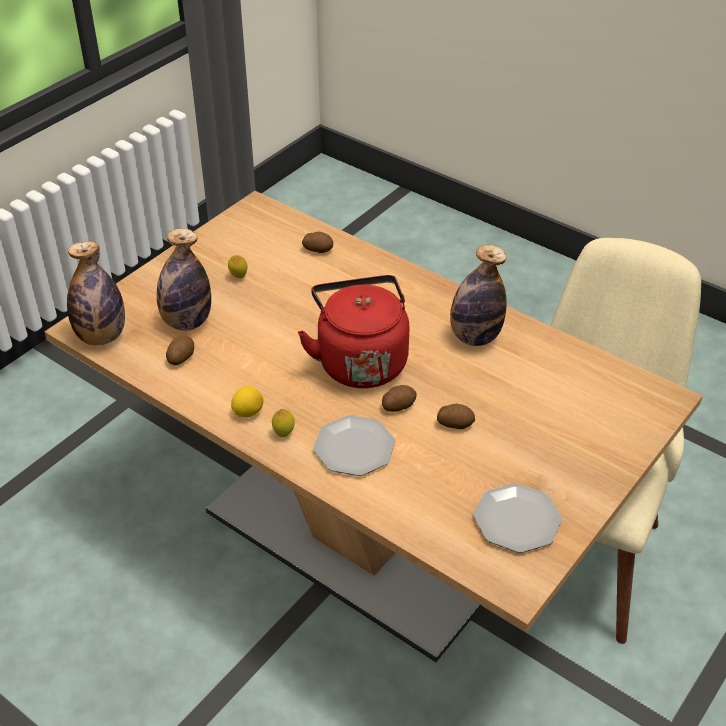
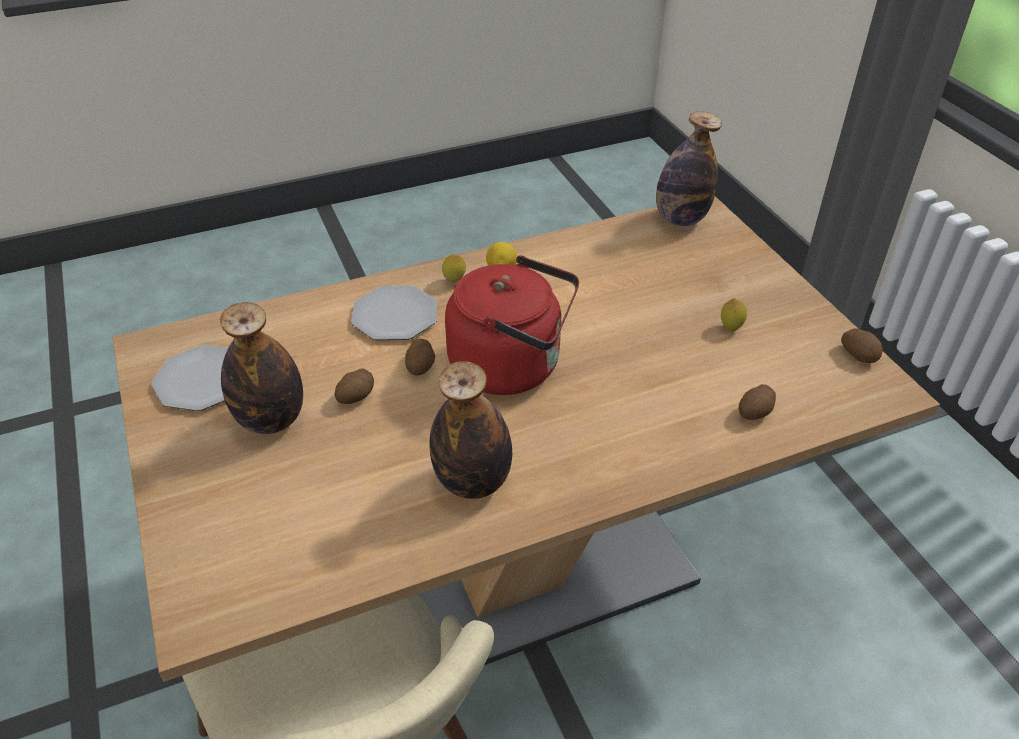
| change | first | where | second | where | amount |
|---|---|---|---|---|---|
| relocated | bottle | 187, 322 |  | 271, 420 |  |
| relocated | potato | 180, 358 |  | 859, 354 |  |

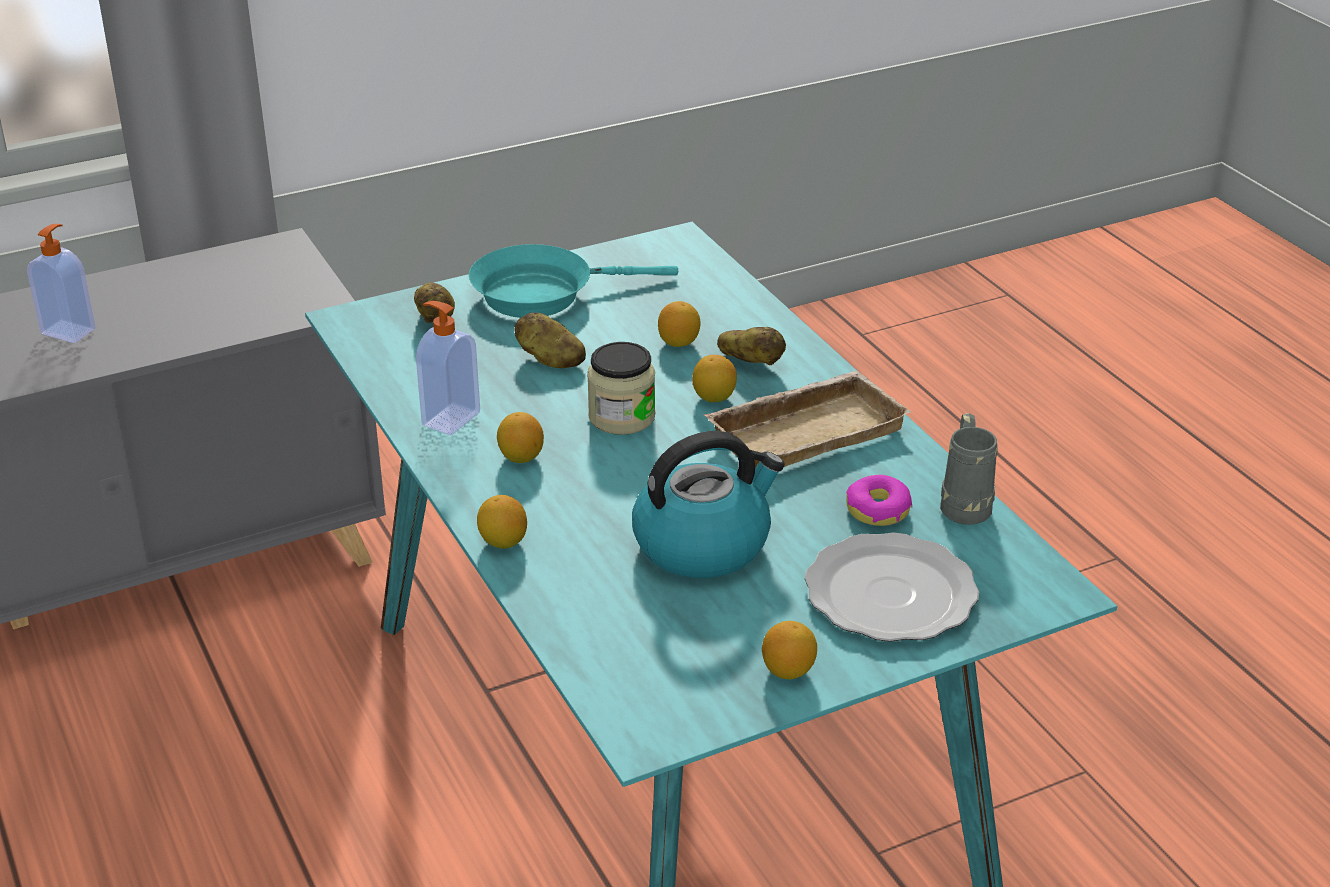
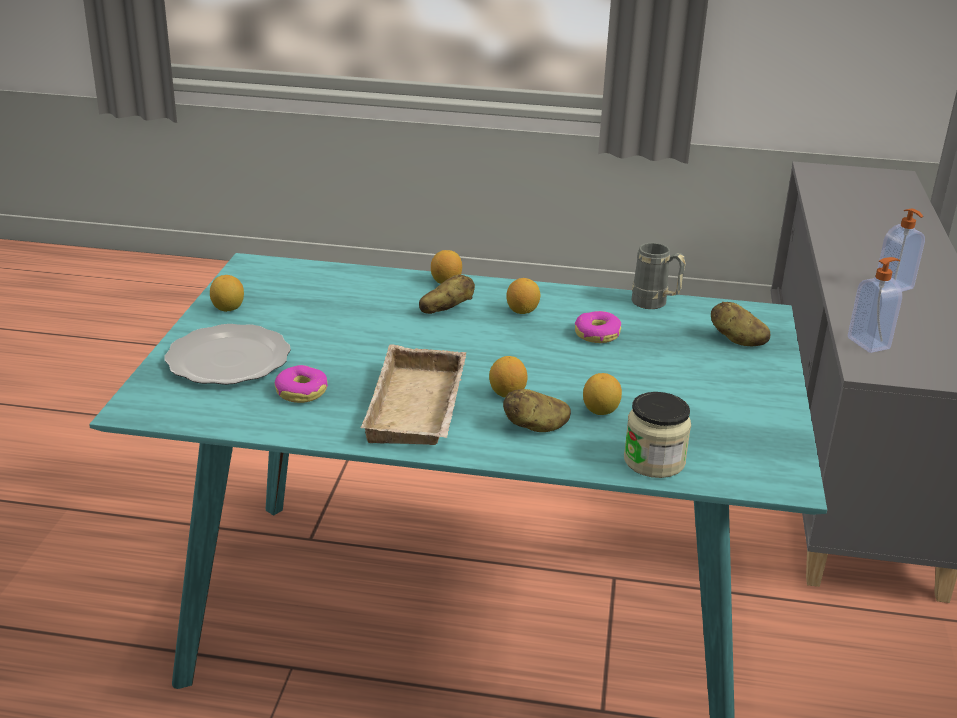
| change | first | where | second | where | amount |
|---|---|---|---|---|---|
| relocated | soap dispenser | 449, 418 |  | 869, 343 |  |
| missing | turquoise frying pan | 542, 293 |  |  |  |
| relocated | potato | 549, 360 |  | 446, 309 |  |
| relocated | jar | 621, 417 |  | 654, 461 |  |
| missing | kettle | 703, 544 |  |  |  |
| relocated | grey mug | 964, 503 |  | 655, 304 |  |
| appeared |  |  | donut | 596, 334 |  |

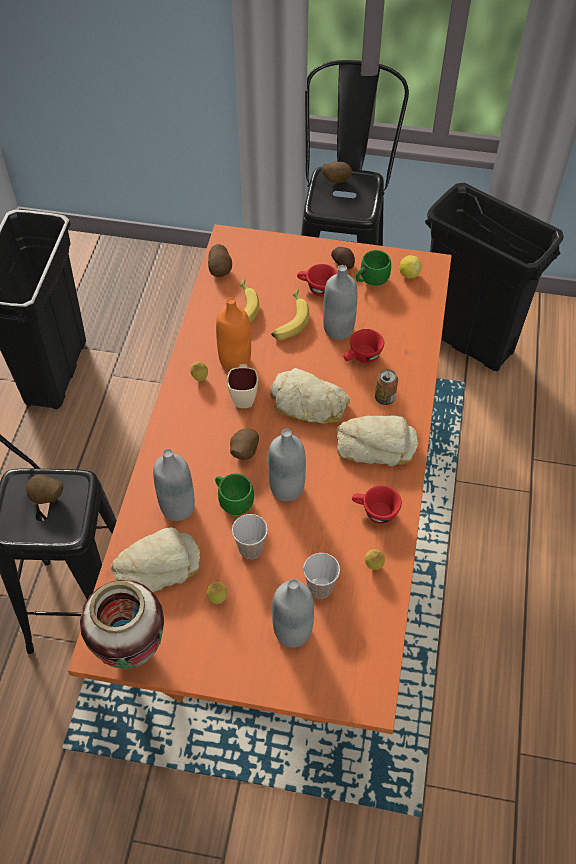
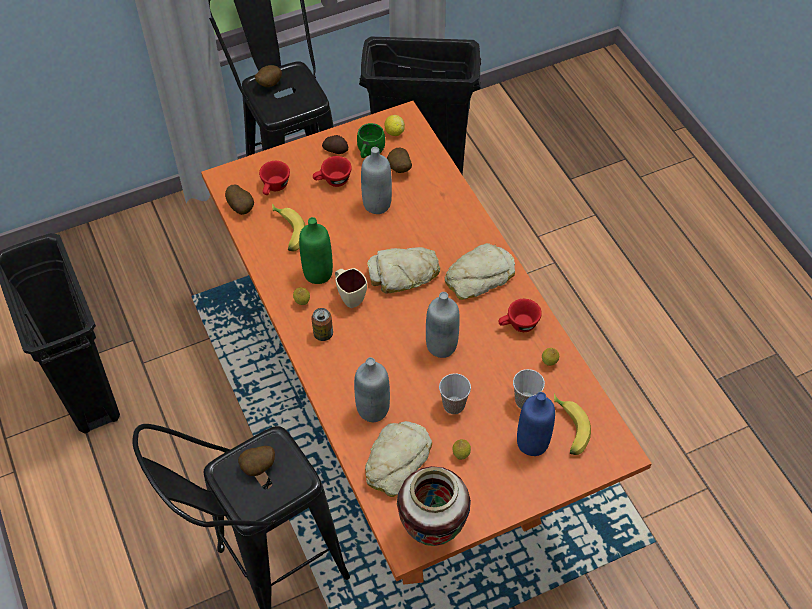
| change | first | where | second | where | amount |
|---|---|---|---|---|---|
| missing | green mug | 233, 501 |  |  |  |
| colour | orange bottle | 235, 361 | green bottle | 318, 273 |  |
| relocated | potato | 243, 453 |  | 399, 169 |  |
| relocated | banana | 289, 321 |  | 568, 428 |  |
| colour | grey bottle | 292, 631 | blue bottle | 532, 443 |  |
| relocated | red cup | 362, 358 |  | 274, 188 |  |
| relocated | can | 384, 398 |  | 323, 334 |  |

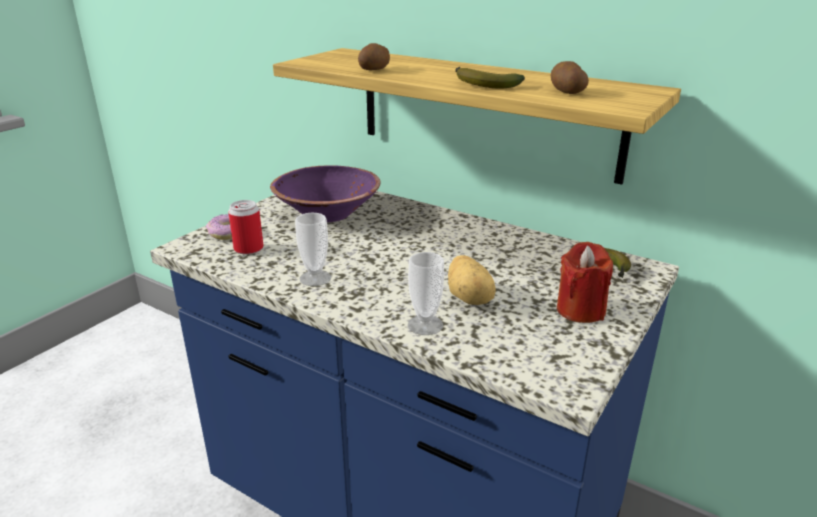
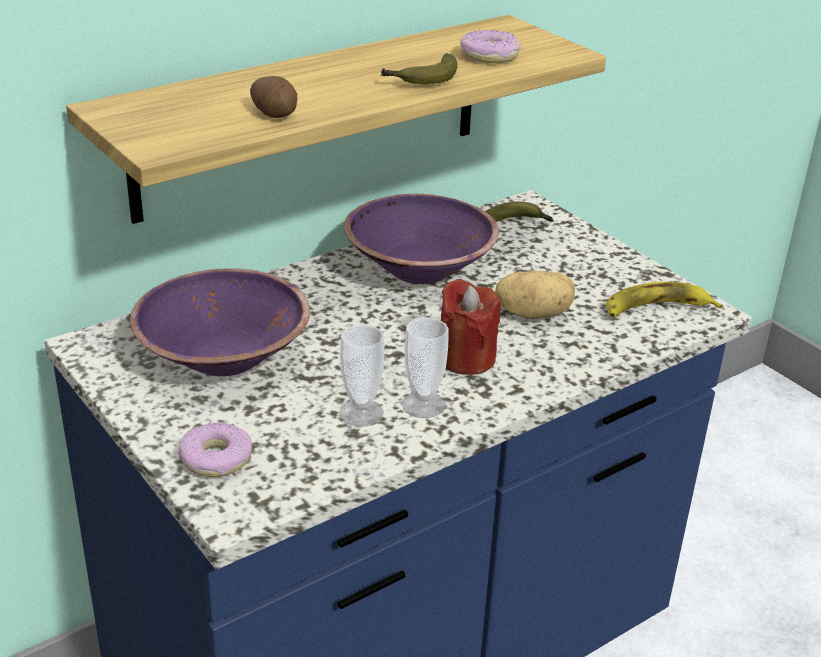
| change | first | where | second | where | amount |
|---|---|---|---|---|---|
| missing | can | 248, 249 |  |  |  |
| relocated | cup | 425, 325 |  | 361, 413 |  |
| exchanged | potato | 566, 91 | donut | 489, 56 |  |
| relocated | red candle | 580, 310 |  | 466, 358 |  |
| appeared |  |  | purple bowl | 419, 269 |  |
| appeared |  |  | banana | 656, 309 |  |

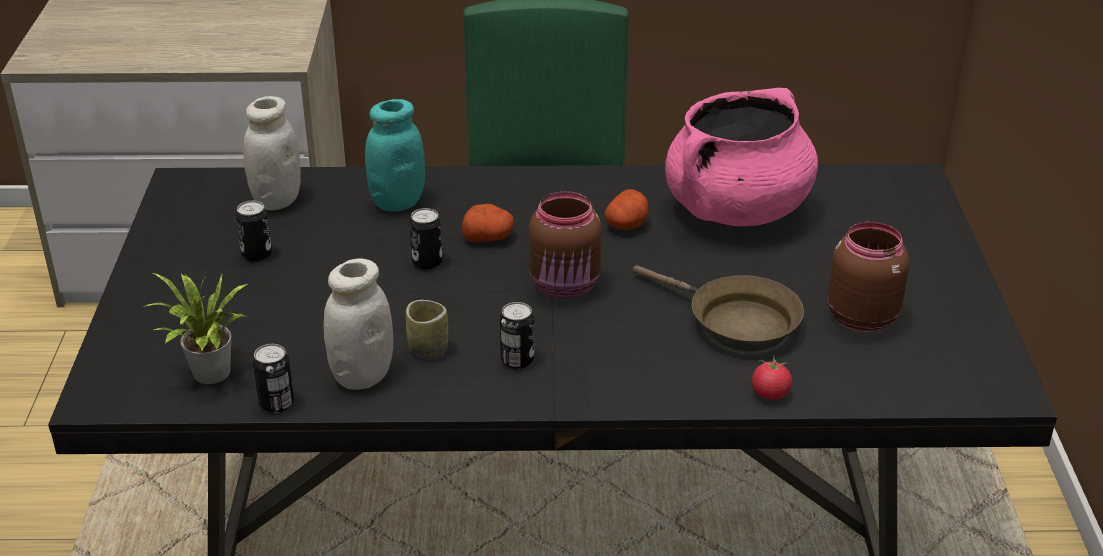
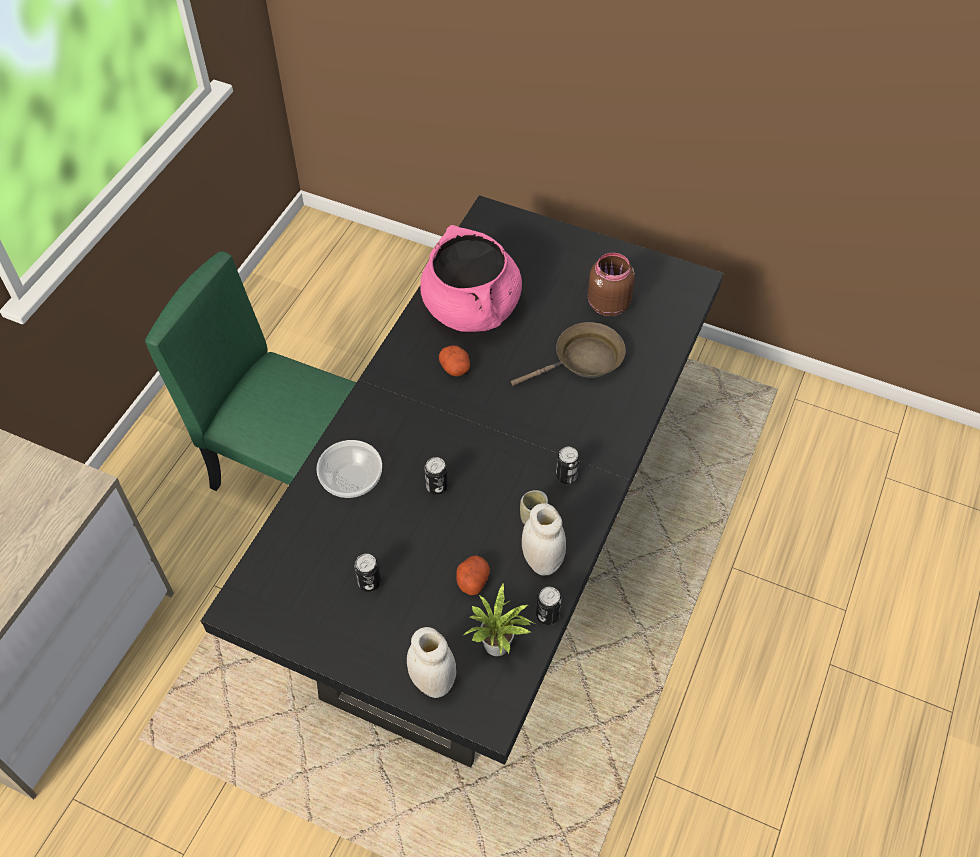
| change | first | where | second | where | amount |
|---|---|---|---|---|---|
| relocated | white jar | 276, 200 |  | 433, 681 |  |
| exchanged | turquoise jar | 397, 202 | bowl | 352, 479 |  |
| relocated | potato | 488, 237 |  | 472, 579 |  |
| missing | brown jar | 566, 286 |  |  |  |
| missing | tomato | 770, 394 |  |  |  |

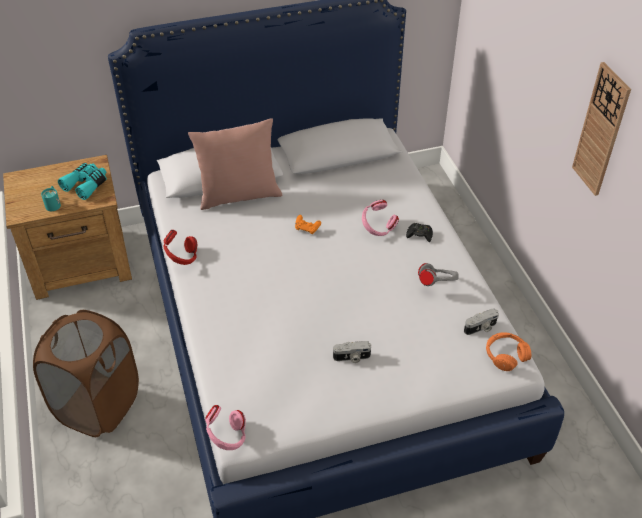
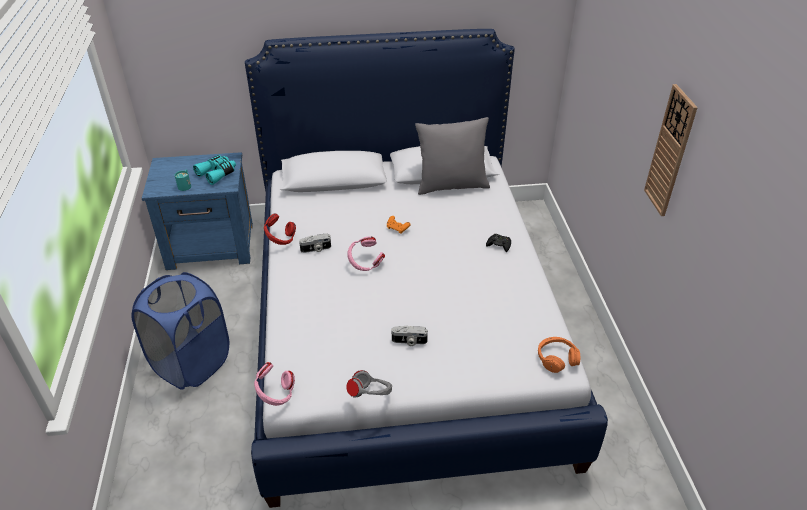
| change | first | where | second | where | amount |
|---|---|---|---|---|---|
| colour | brown nightstand | 82, 264 | blue nightstand | 212, 246 |  |
| colour | brown laundry basket | 98, 406 | blue laundry basket | 192, 363 |  |
| missing | pink pillow | 239, 195 |  |  |  |
| relocated | pink headphones | 378, 228 |  | 365, 264 |  |
| relocated | grey headphones | 437, 284 |  | 370, 395 |  |
| relocated | photo camera | 481, 328 |  | 316, 249 |  |
| appeared |  |  | grey pillow | 451, 185 |  |

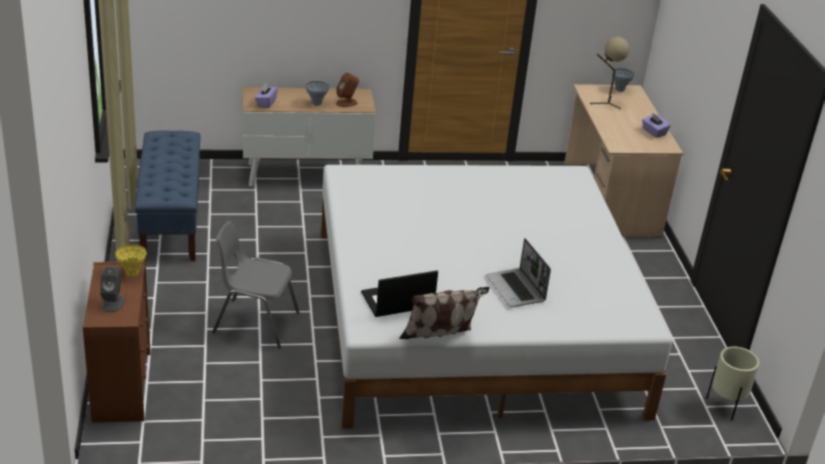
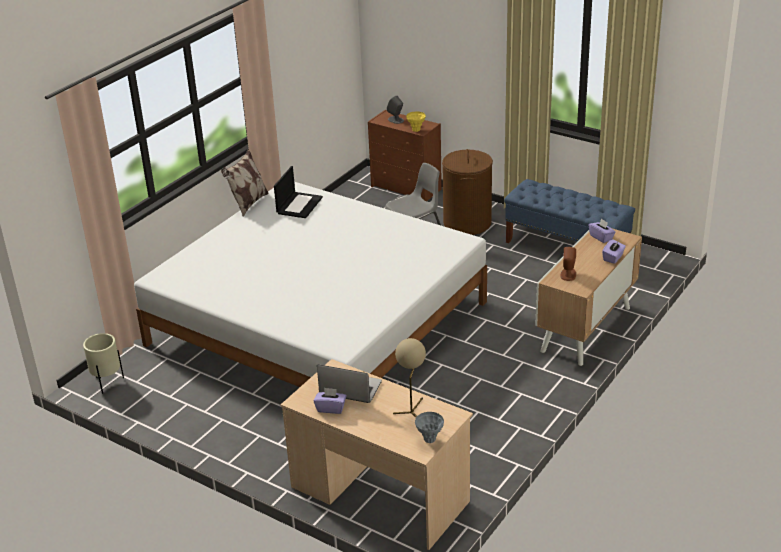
| change | first | where | second | where | amount |
|---|---|---|---|---|---|
| missing | grey vase | 316, 104 |  |  |  |
| relocated | laptop | 516, 289 |  | 349, 389 |  |
| appeared |  |  | brown laundry basket | 467, 223 |  |
| appeared |  |  | purple tissue box | 613, 258 |  |

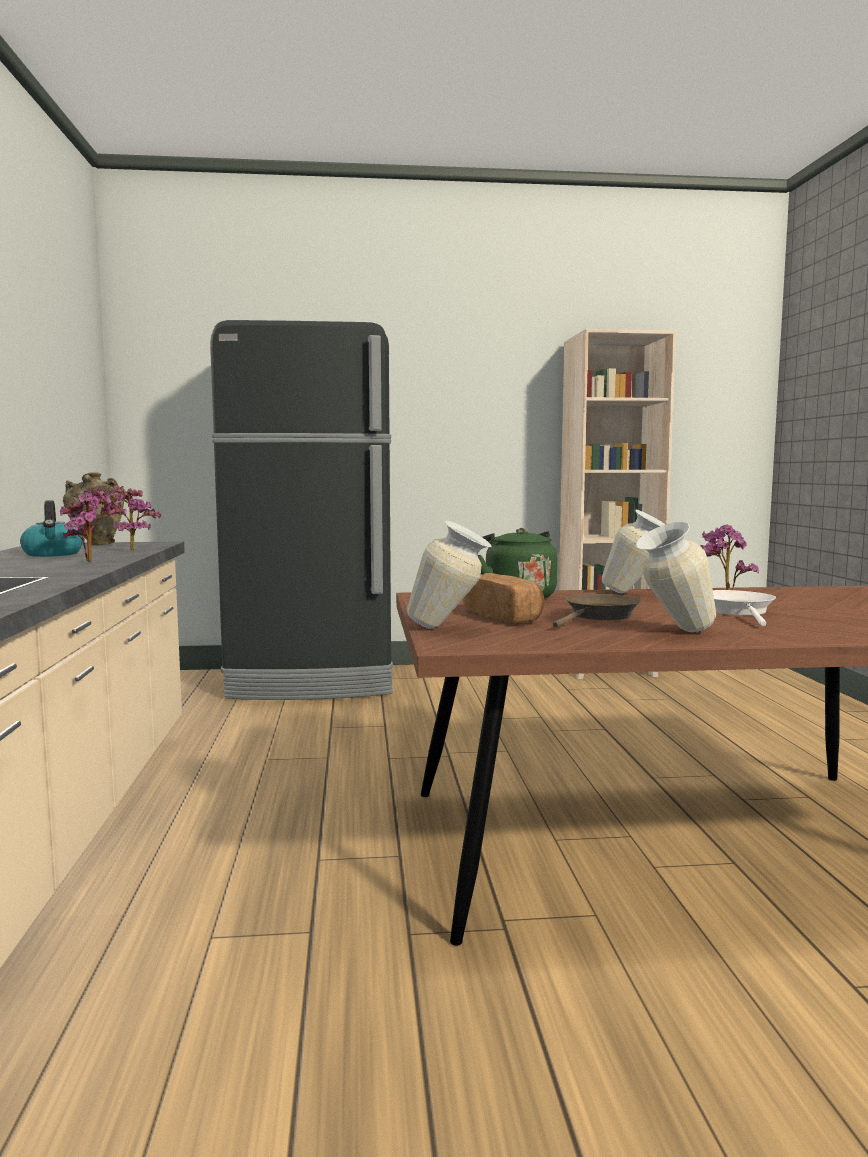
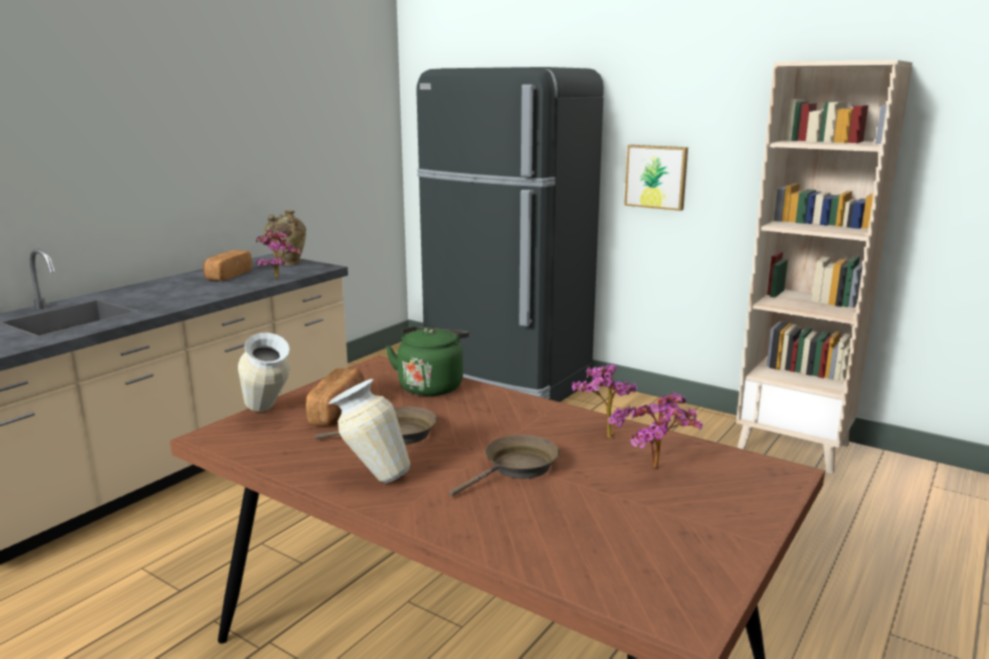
| change | first | where | second | where | amount |
|---|---|---|---|---|---|
| exchanged | kettle | 53, 554 | bread | 228, 276 |  |
| relocated | potted plant | 94, 562 |  | 659, 470 |  |
| missing | vase | 635, 594 |  |  |  |
| colour | white frying pan | 739, 612 | brown frying pan | 517, 468 |  |
| appeared |  |  | picture | 656, 176 |  |

